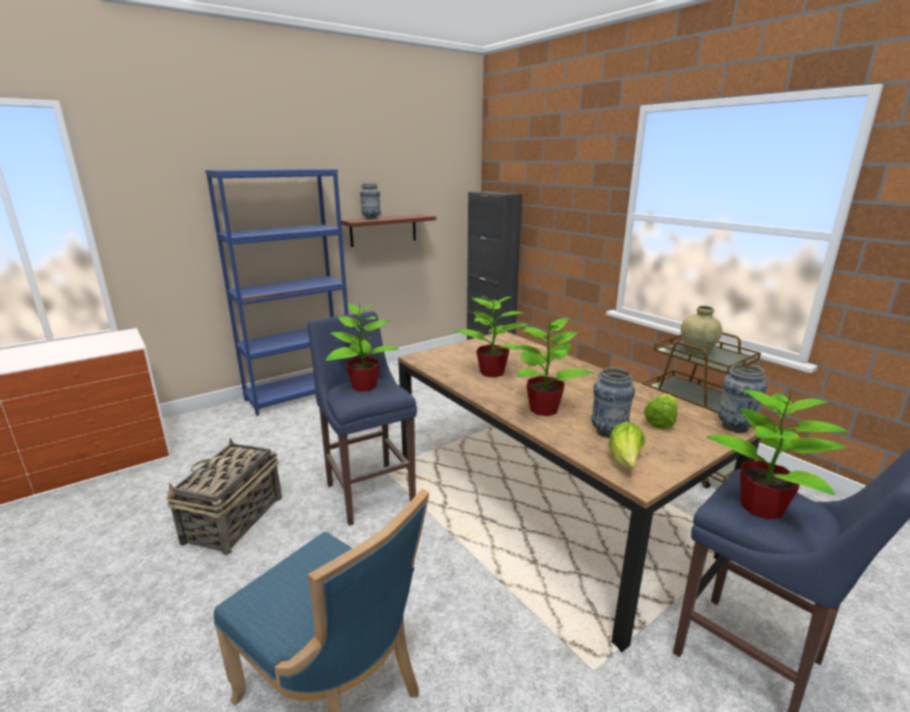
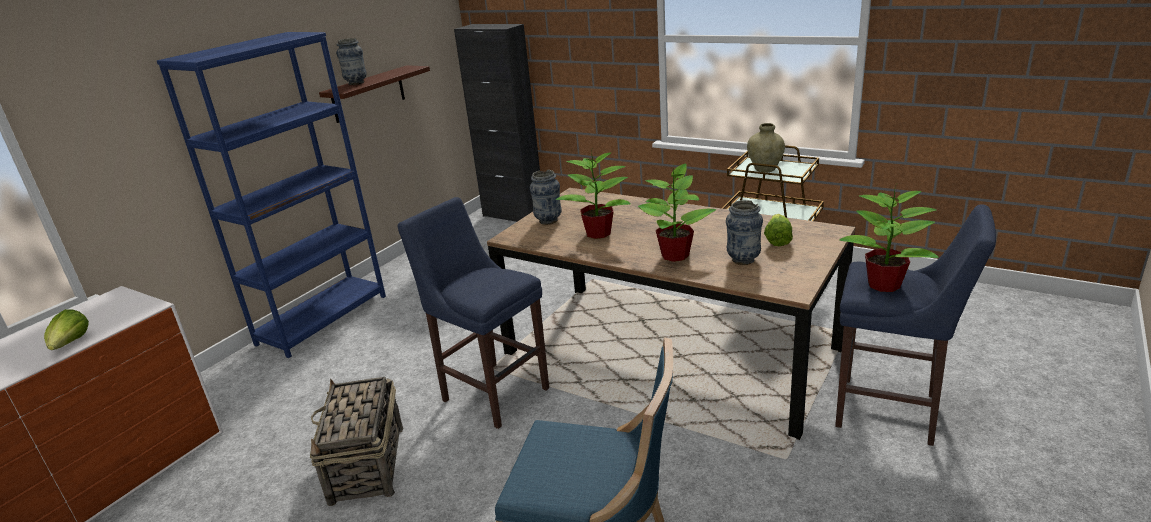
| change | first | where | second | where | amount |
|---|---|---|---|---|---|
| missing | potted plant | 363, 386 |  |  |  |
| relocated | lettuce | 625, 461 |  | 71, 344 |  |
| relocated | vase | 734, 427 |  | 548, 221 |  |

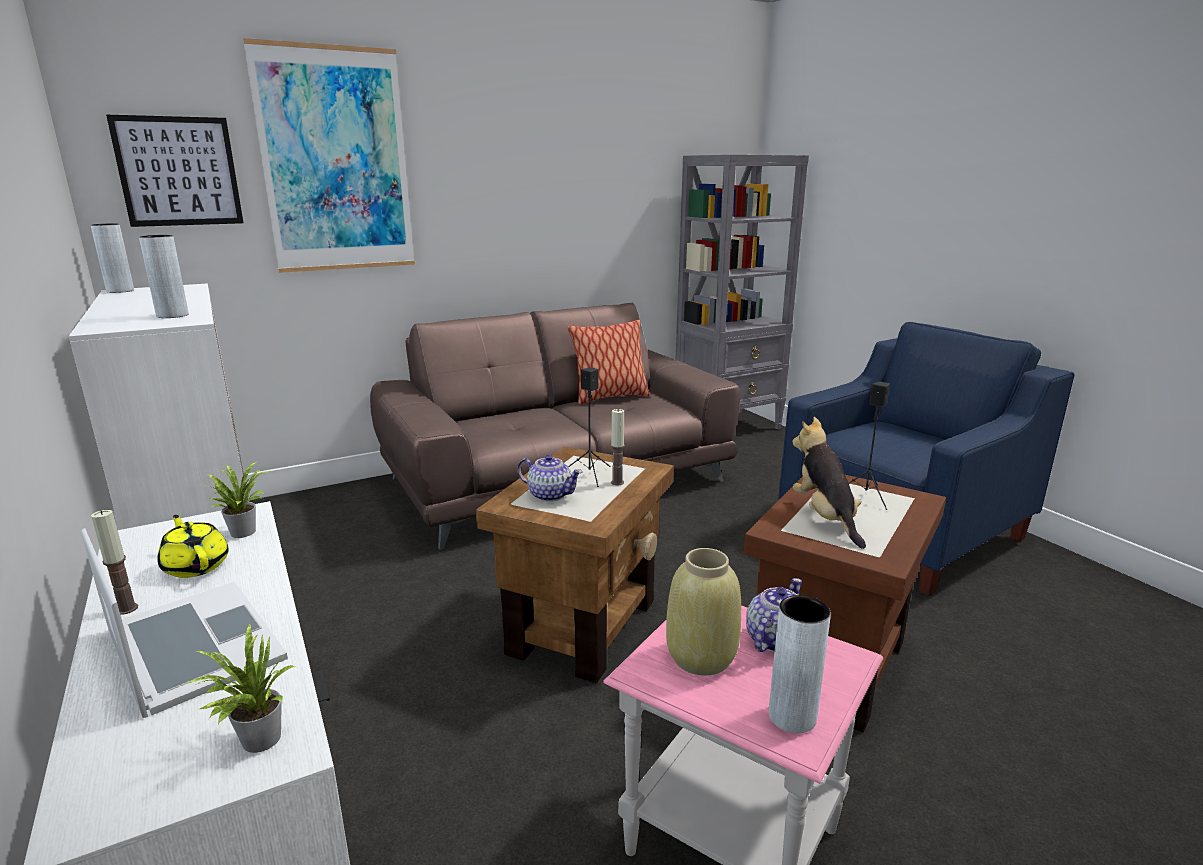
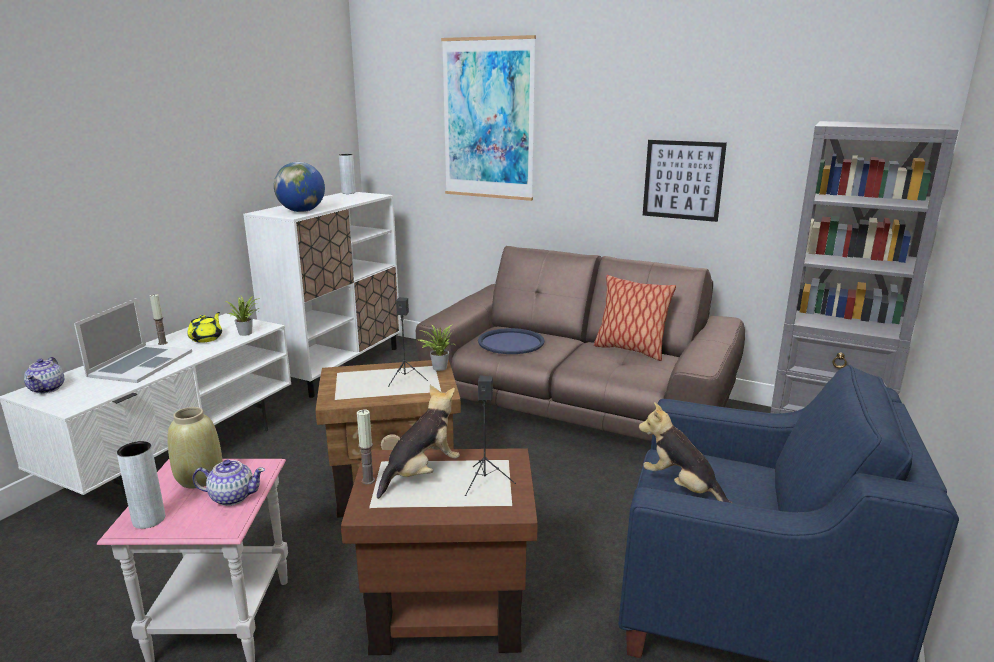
| change | first | where | second | where | amount |
|---|---|---|---|---|---|
| relocated | picture | 178, 171 |  | 683, 180 |  |
| exchanged | grey vase | 172, 315 | globe | 302, 211 |  |
| relocated | potted plant | 256, 741 |  | 438, 367 |  |
| relocated | teapot | 549, 495 |  | 48, 388 |  |
| relocated | candle | 617, 482 |  | 368, 480 |  |
| appeared |  |  | blue tray | 511, 342 |  |
| appeared |  |  | plush toy | 682, 488 |  |

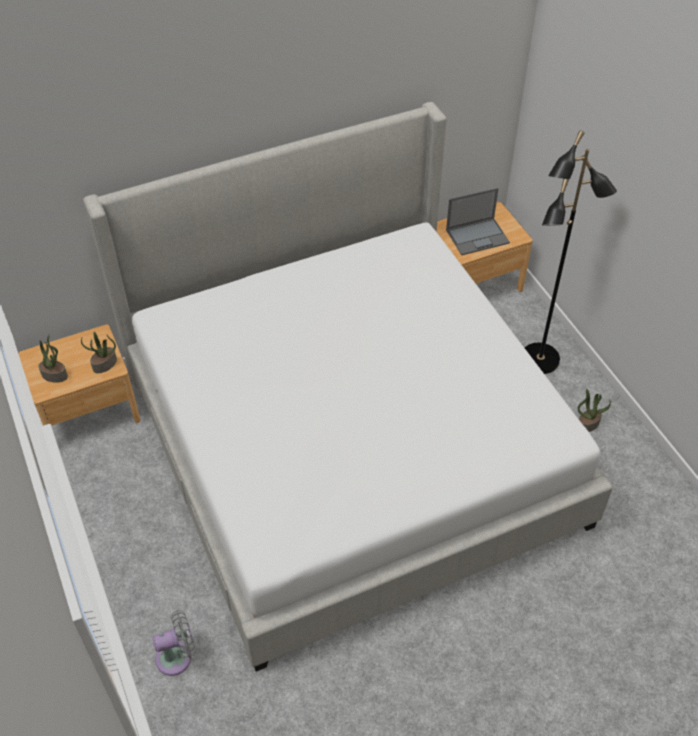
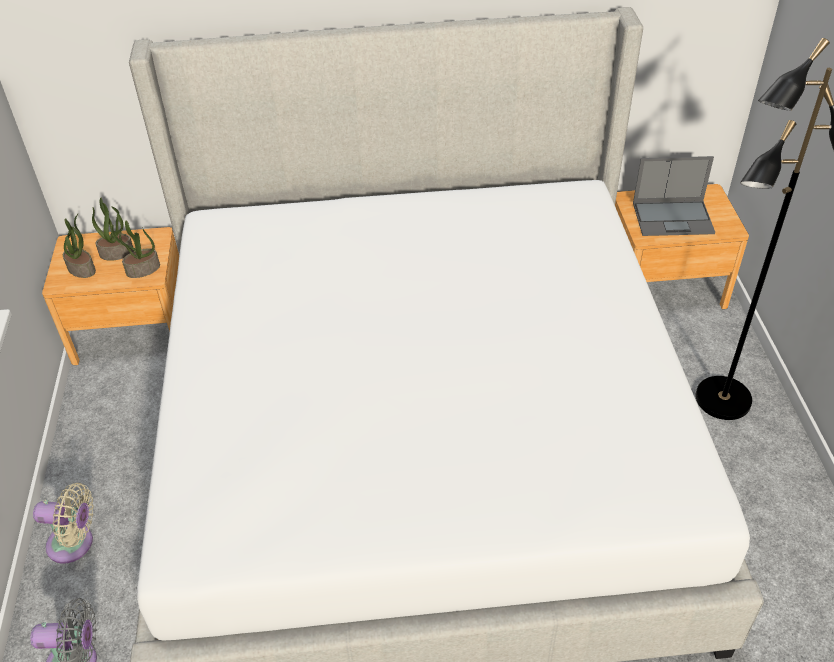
| change | first | where | second | where | amount |
|---|---|---|---|---|---|
| relocated | potted plant | 588, 424 |  | 117, 253 |  |
| appeared |  |  | beige fan | 75, 544 |  |

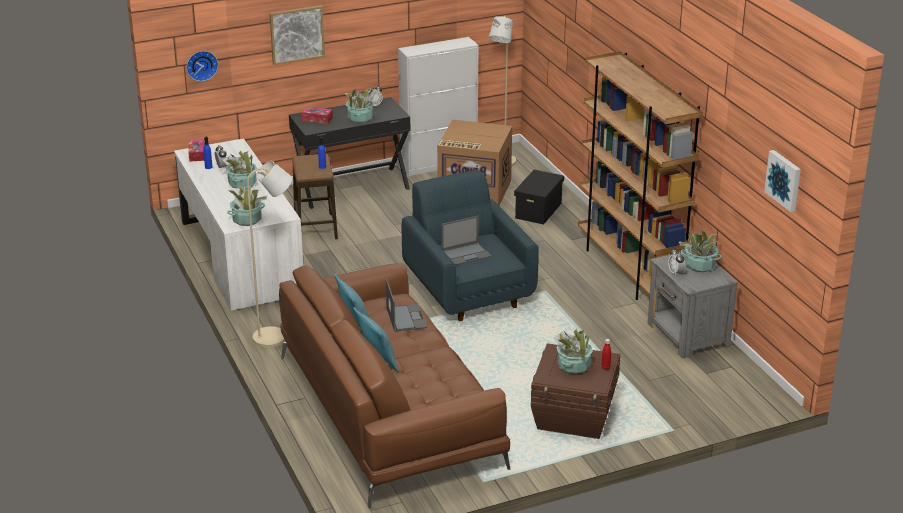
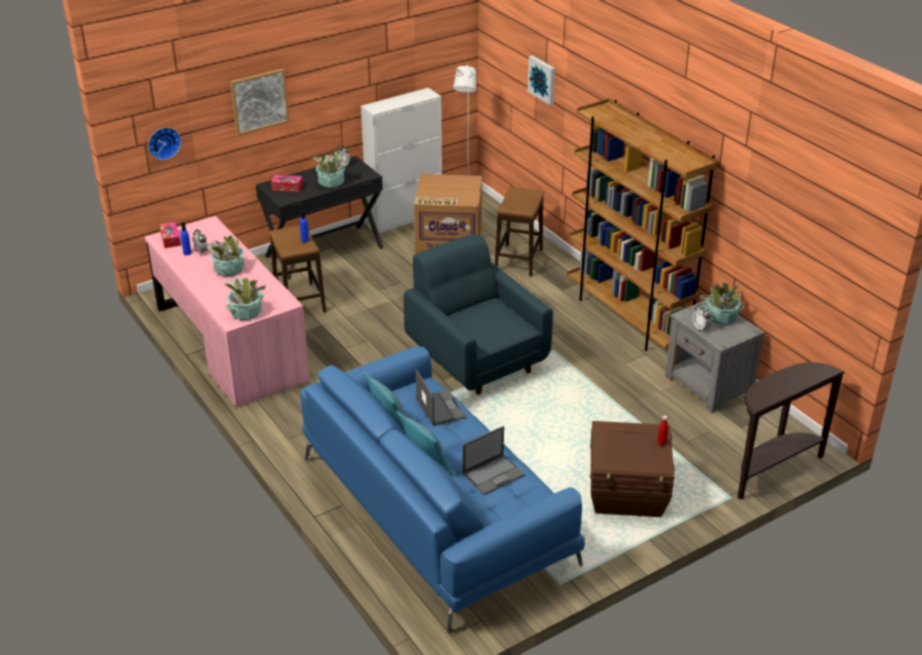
| change | first | where | second | where | amount |
|---|---|---|---|---|---|
| colour | white desk | 240, 257 | pink desk | 230, 344 |  |
| missing | beige floor lamp | 276, 337 |  |  |  |
| colour | brown sofa | 388, 410 | blue sofa | 434, 508 |  |
| relocated | laptop | 466, 254 |  | 494, 474 |  |
| exchanged | black storage box | 538, 211 | stool | 518, 260 |  |
| missing | potted plant | 573, 366 |  |  |  |
| relocated | picture | 784, 180 |  | 543, 79 |  |
| appeared |  |  | brown console table | 771, 469 |  |

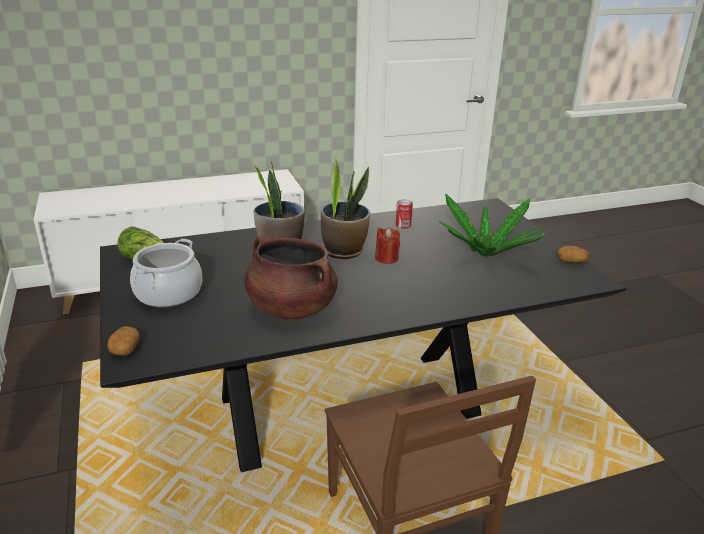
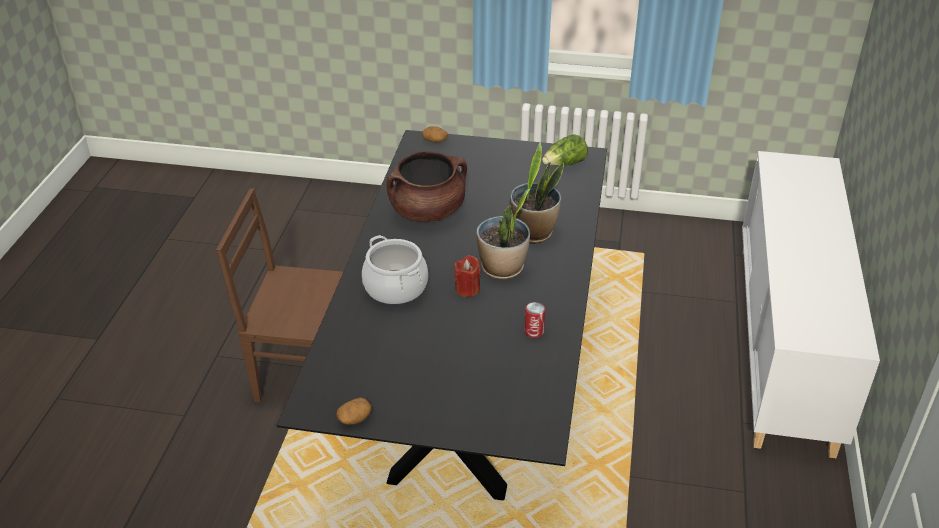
| change | first | where | second | where | amount |
|---|---|---|---|---|---|
| relocated | cooking pot | 169, 293 |  | 395, 288 |  |
| missing | potted plant | 486, 252 |  |  |  |

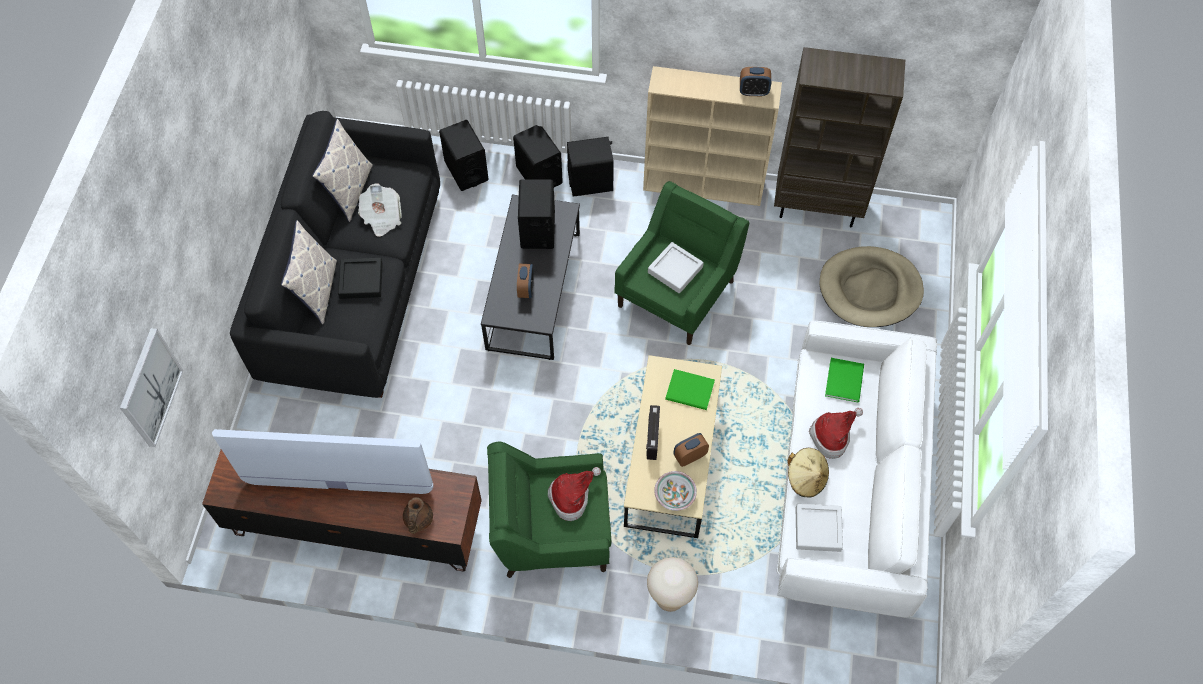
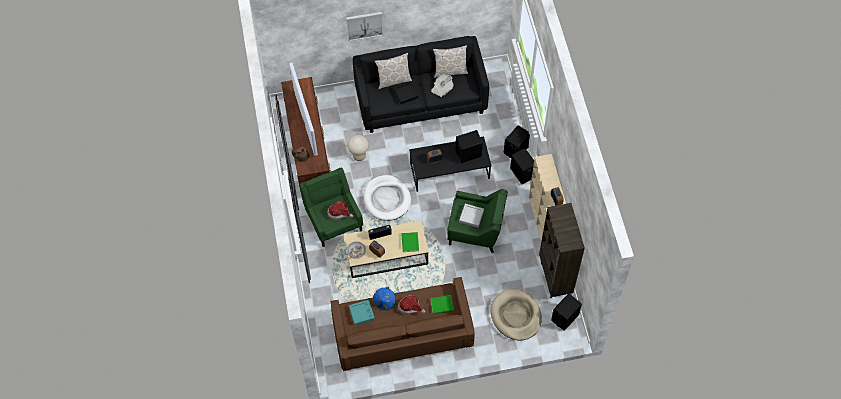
| change | first | where | second | where | amount |
|---|---|---|---|---|---|
| relocated | picture | 149, 387 |  | 364, 25 |  |
| relocated | black speaker | 466, 171 |  | 565, 317 |  |
| relocated | beige stool | 670, 598 |  | 359, 156 |  |
| colour | white sofa | 847, 485 | brown sofa | 402, 333 |  |
| colour | beige hat | 806, 478 | blue hat | 384, 302 |  |
| colour | grey tray | 818, 529 | turquoise tray | 361, 313 |  |
| appeared |  |  | white dog bed | 387, 199 |  |

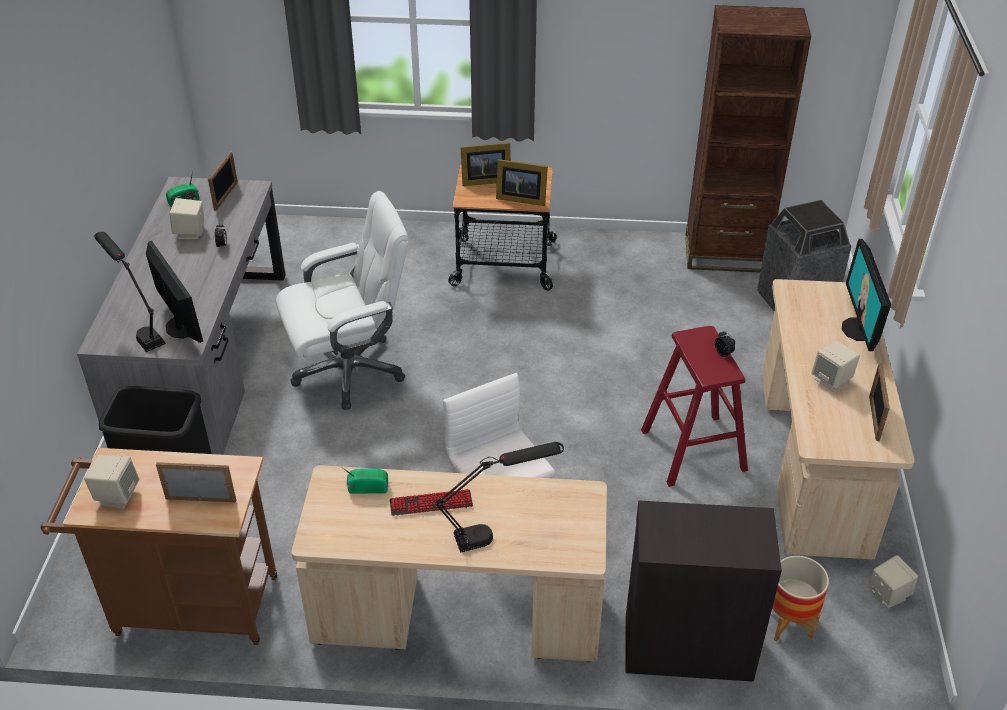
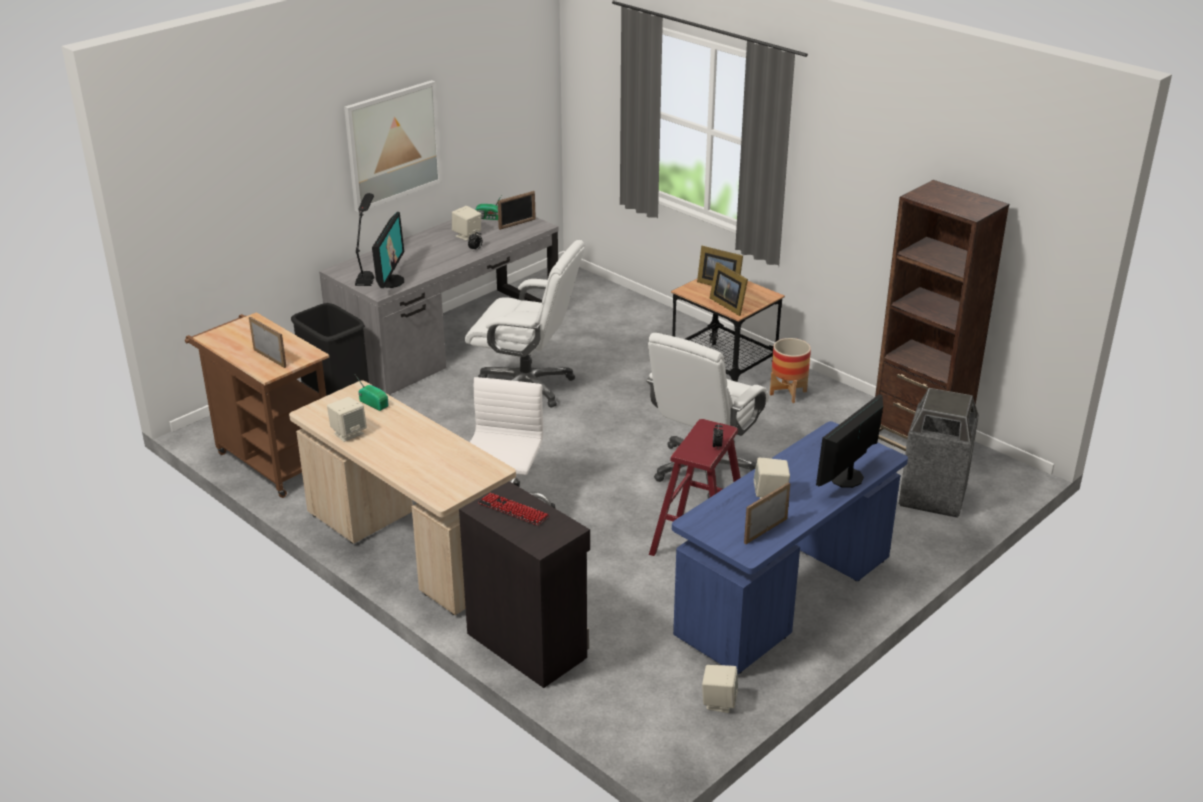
| change | first | where | second | where | amount |
|---|---|---|---|---|---|
| relocated | beige speaker | 117, 495 |  | 348, 433 |  |
| relocated | keyboard | 431, 503 |  | 513, 510 |  |
| missing | black table lamp | 498, 532 |  |  |  |
| colour | beige desk | 813, 462 | blue desk | 784, 598 |  |
| relocated | planter | 788, 623 |  | 788, 393 |  |
| appeared |  |  | picture | 393, 145 |  |
| appeared |  |  | white office chair | 705, 470 |  |

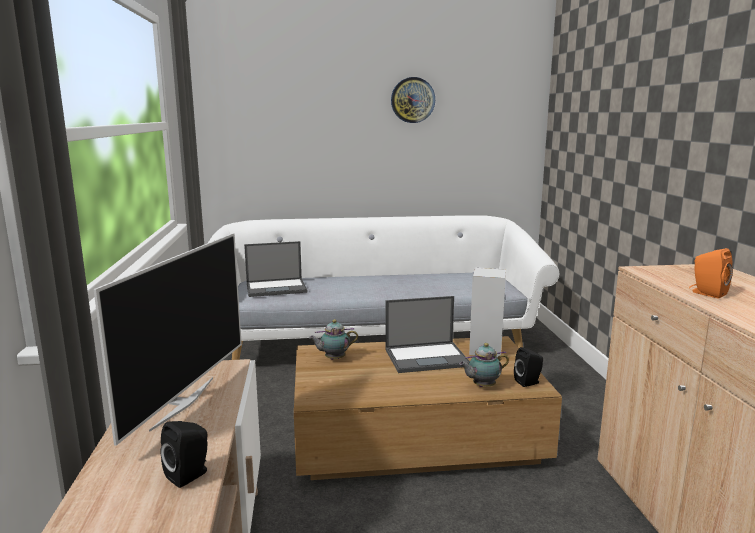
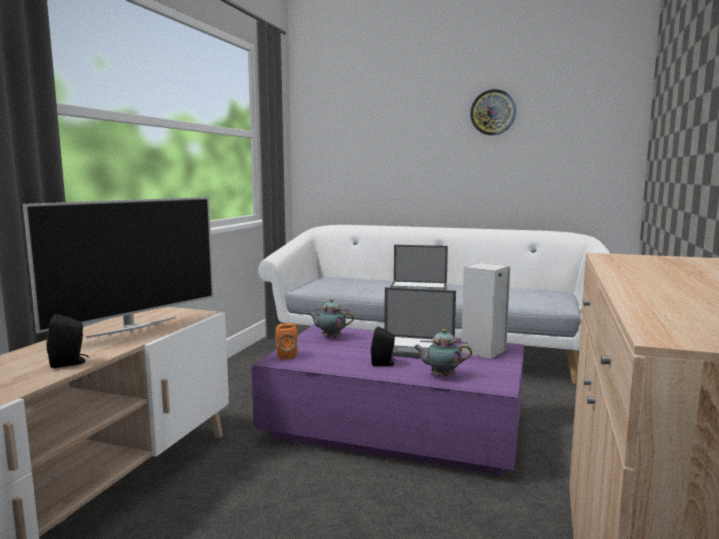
| change | first | where | second | where | amount |
|---|---|---|---|---|---|
| relocated | laptop | 277, 288 |  | 419, 288 |  |
| colour | brown coffee table | 416, 436 | purple coffee table | 395, 426 |  |
| relocated | black speaker | 529, 382 |  | 383, 363 |  |
| relocated | orange speaker | 706, 293 |  | 285, 355 |  |

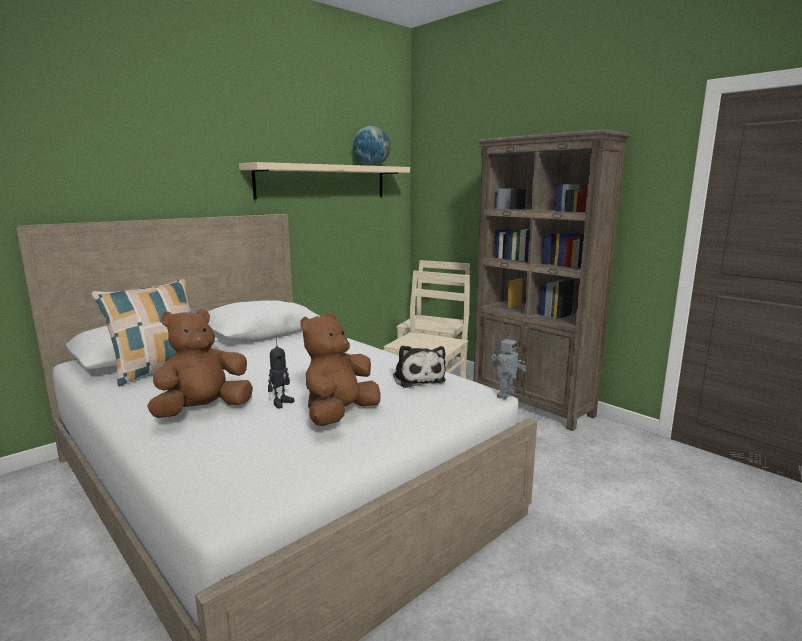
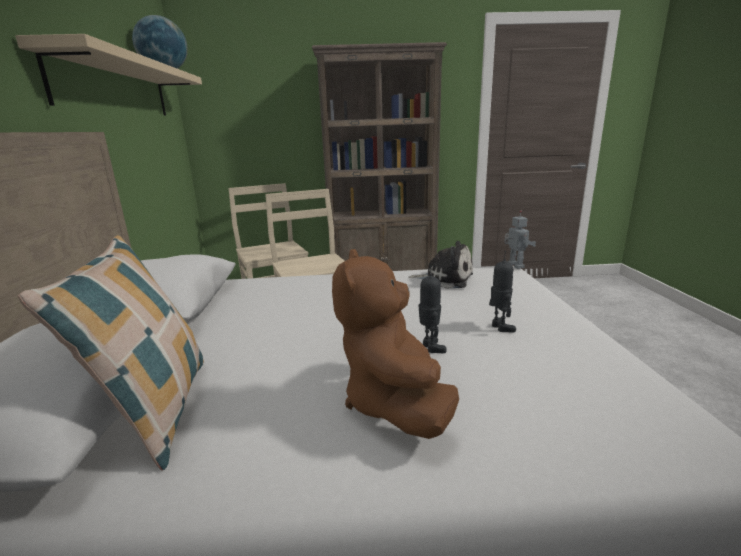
| change | first | where | second | where | amount |
|---|---|---|---|---|---|
| exchanged | brown plush toy | 340, 415 | toy robot | 499, 328 |  |

